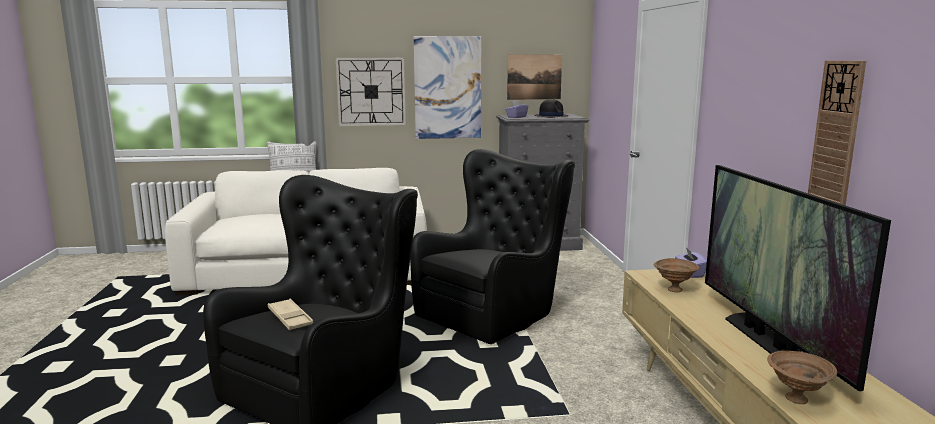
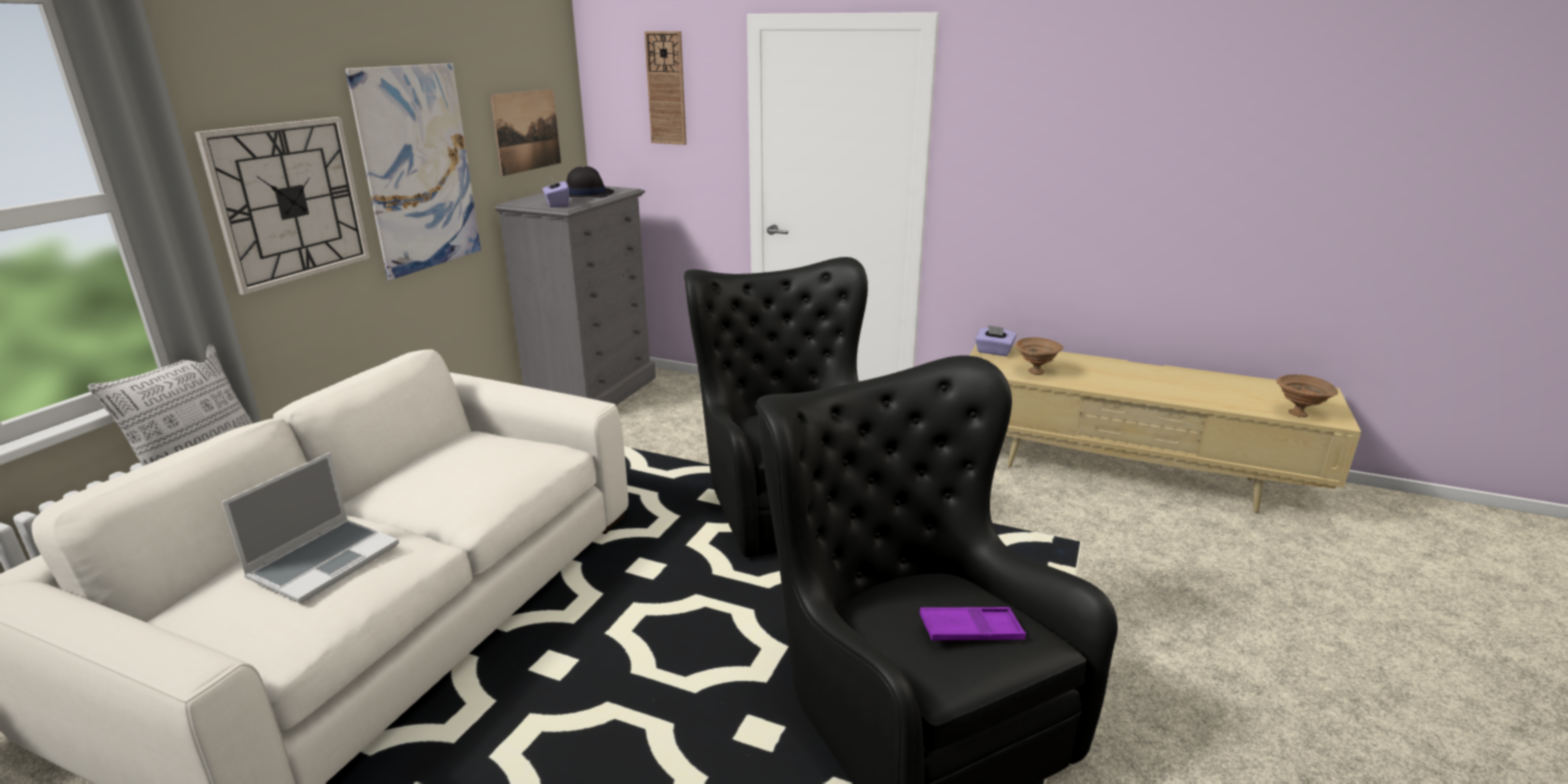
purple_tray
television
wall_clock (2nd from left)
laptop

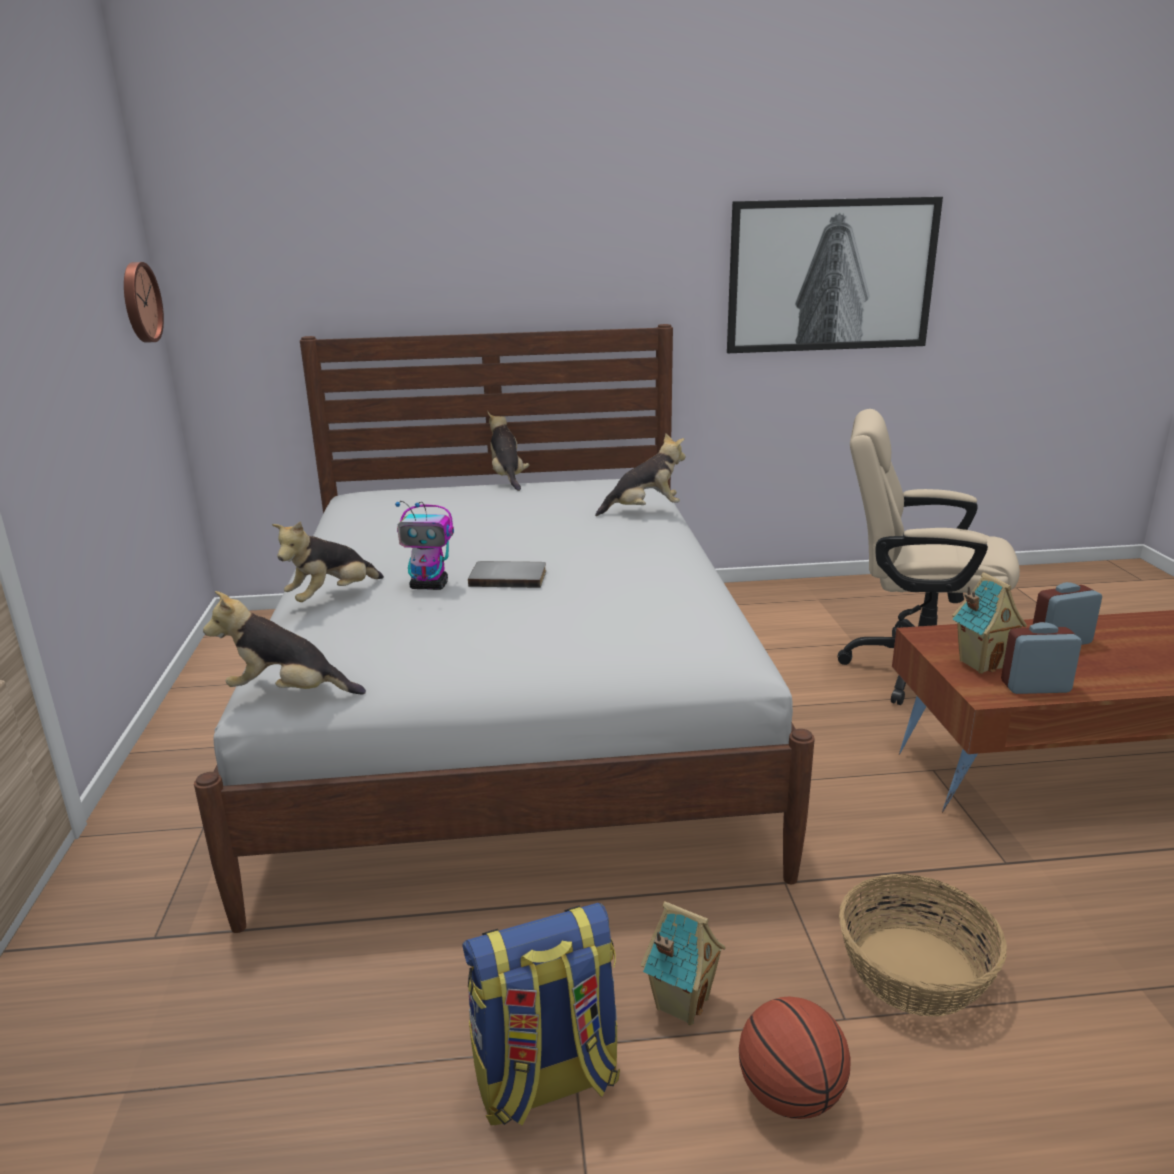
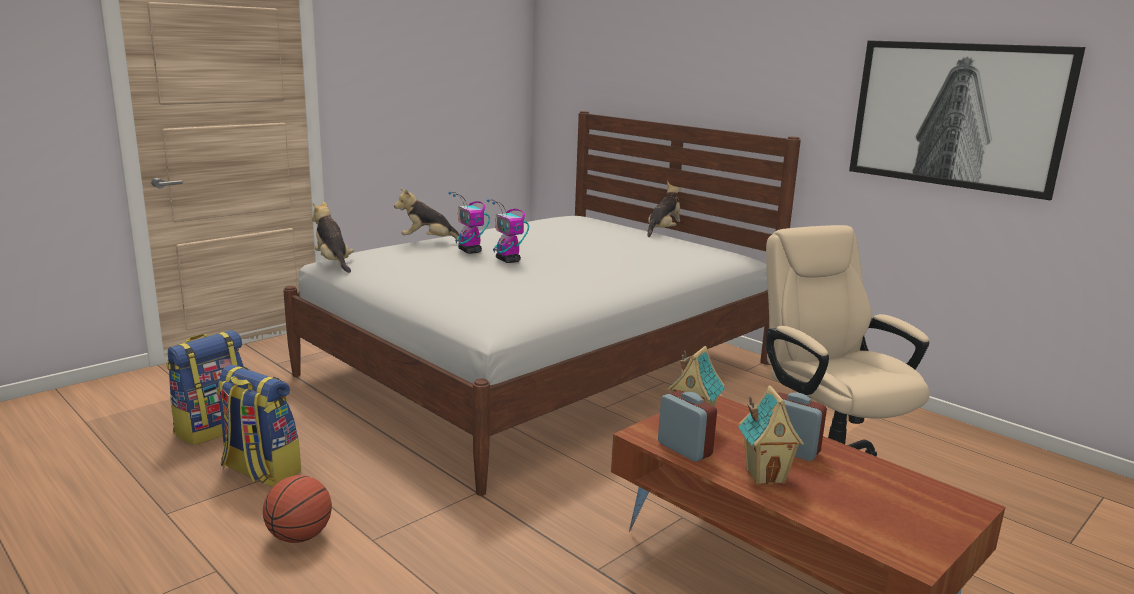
wall_clock
toy_robot (2nd from left)
plush_toy (4th from left in the first image)
toy_house (2nd from left)
basket
backpack (1st from left)

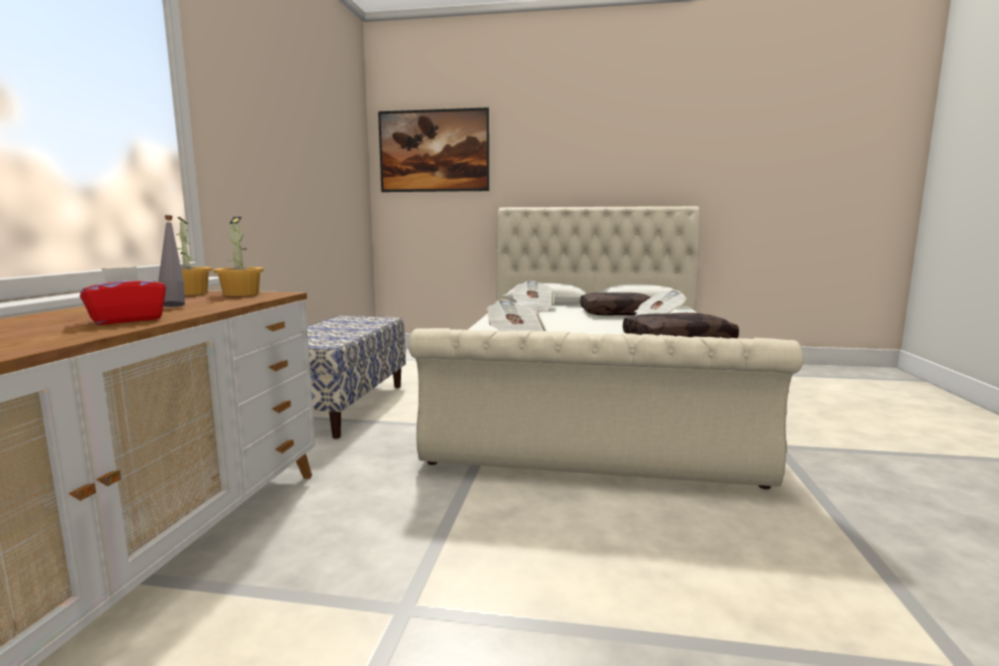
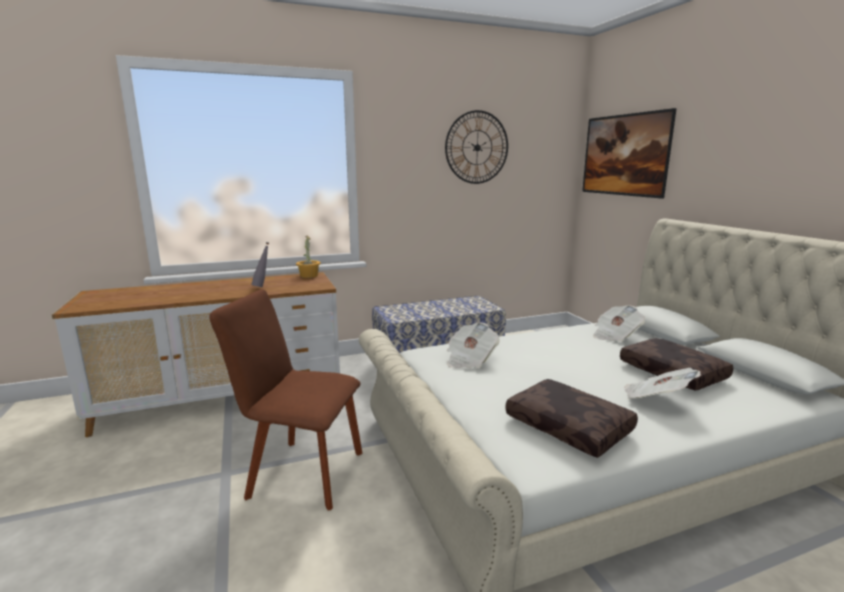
red_tissue_box
potted_plant (2nd from left in the first image)
brown_chair
wall_clock

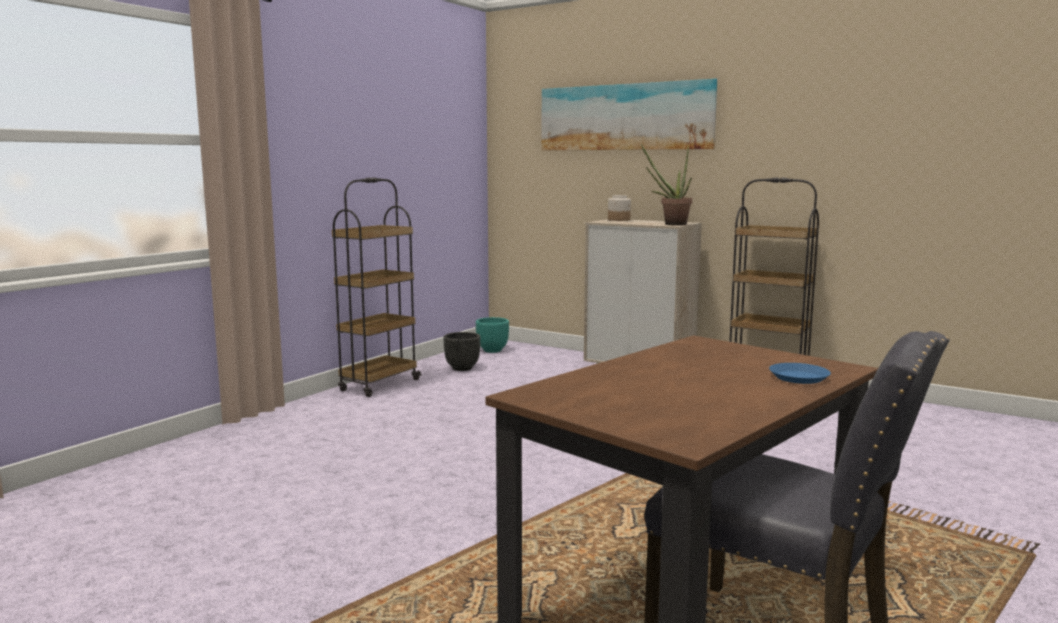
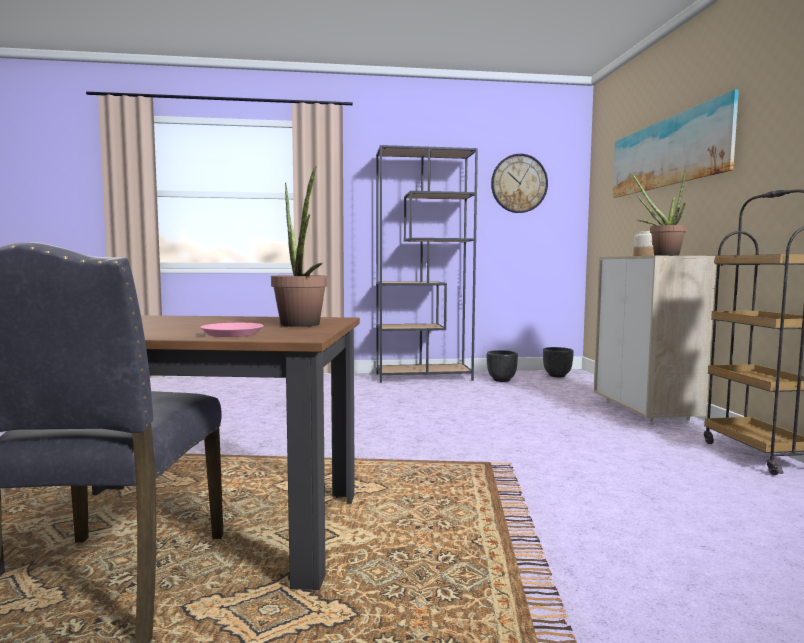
bookcase
black_planter (2nd from left)
pink_plate
potted_plant (1st from left)
wall_clock

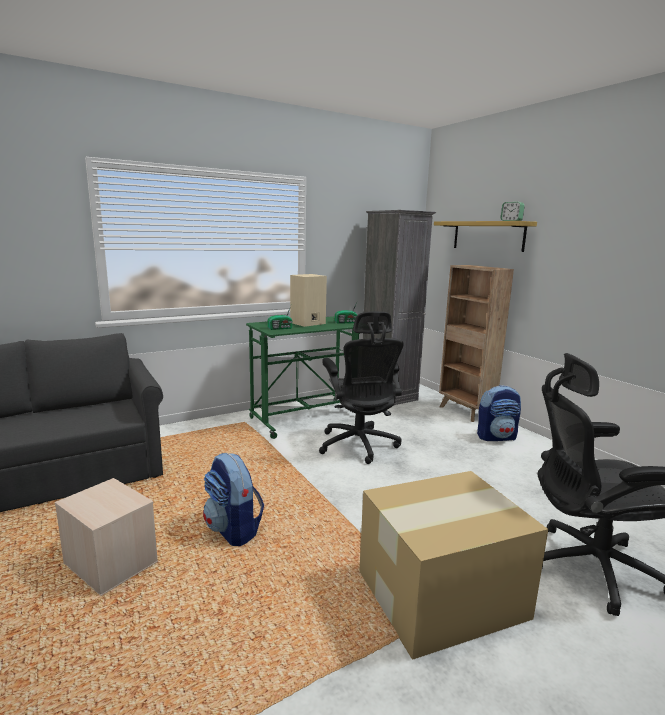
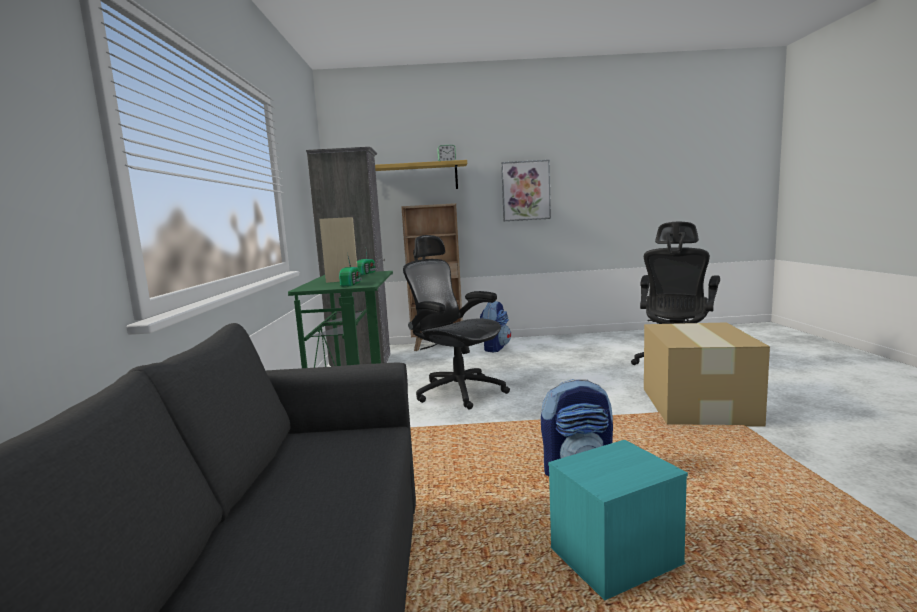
turquoise_storage_box
office_chair (1st from left)
picture

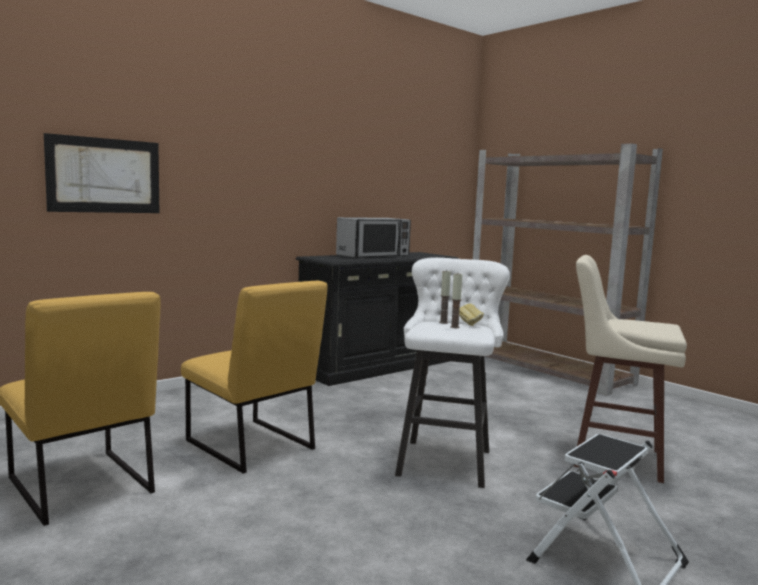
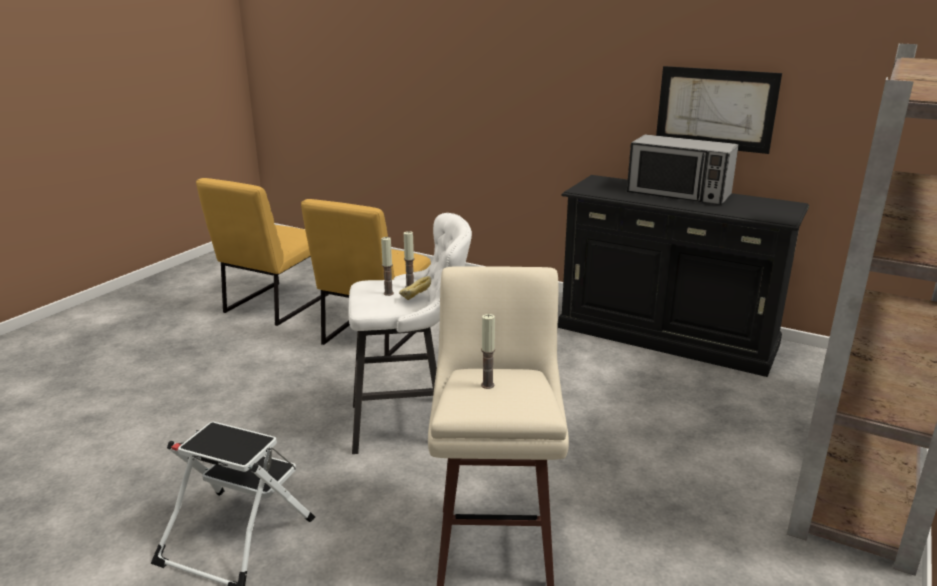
picture
candle (3rd from left)

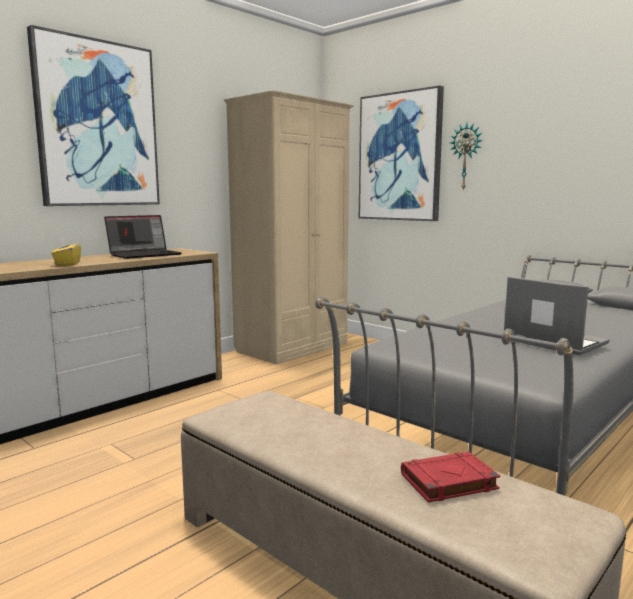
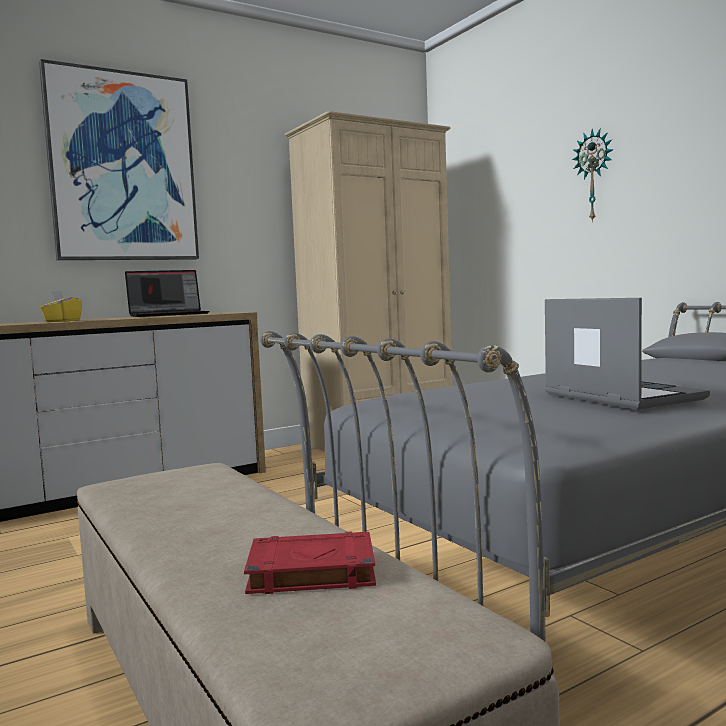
picture (2nd from left in the first image)

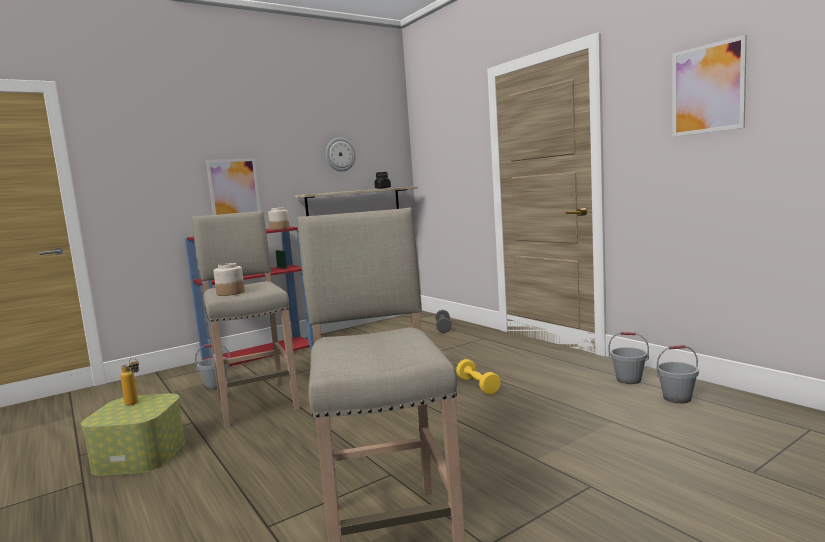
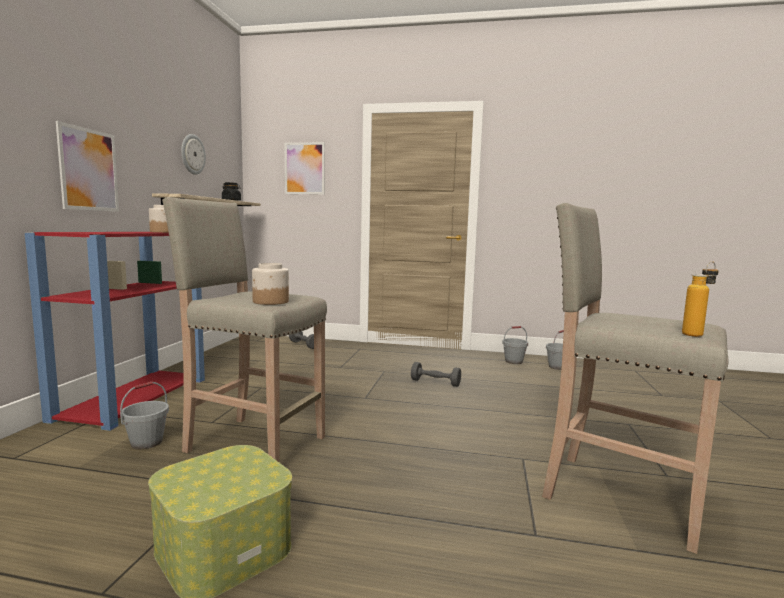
bottle
grey_dumbbell (2nd from left)
picture (2nd from left)

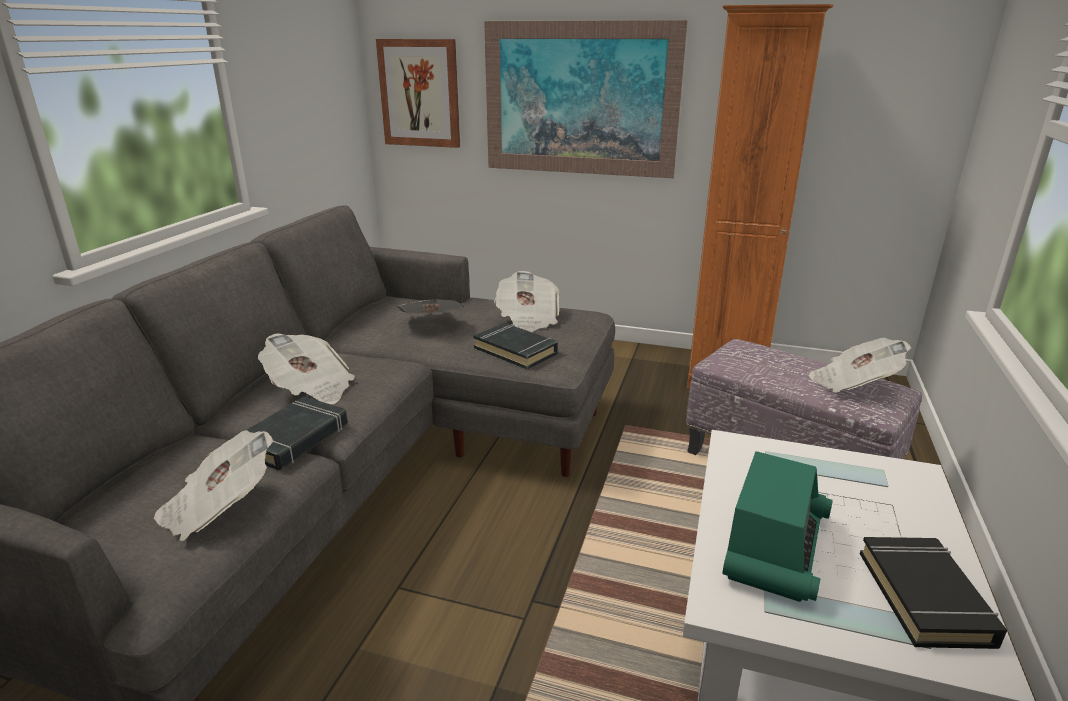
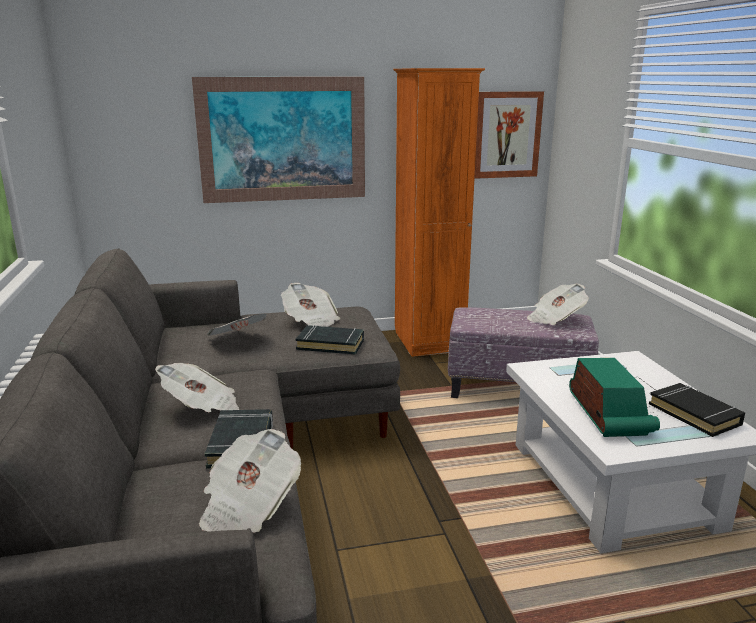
picture (2nd from left)

